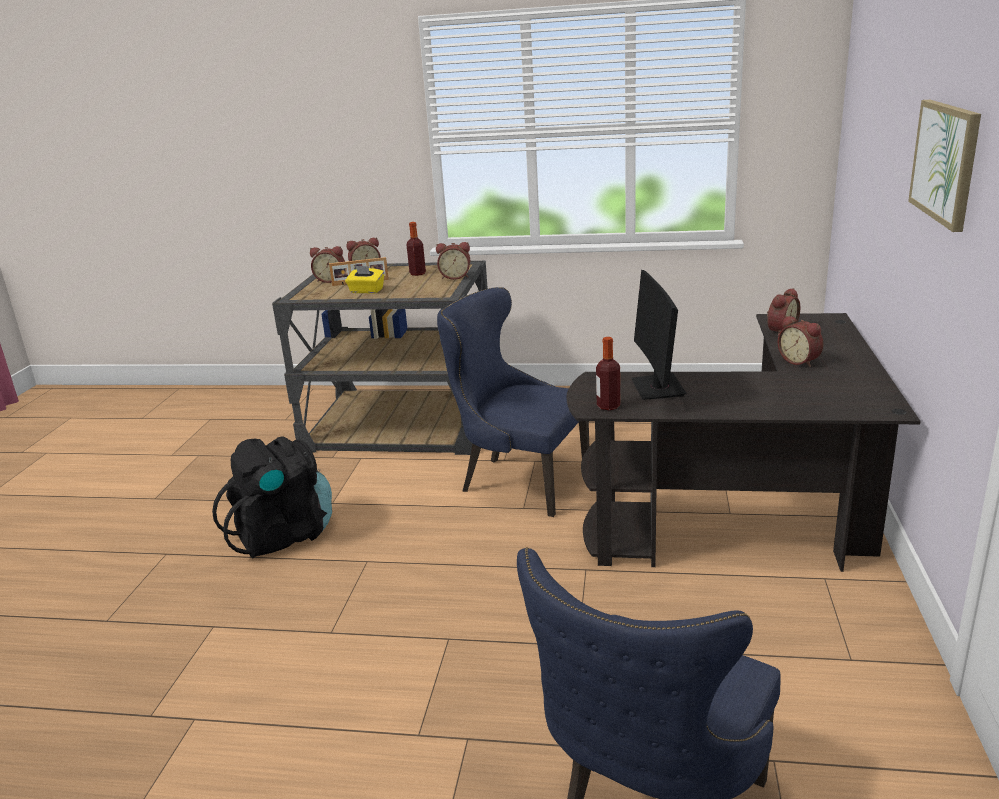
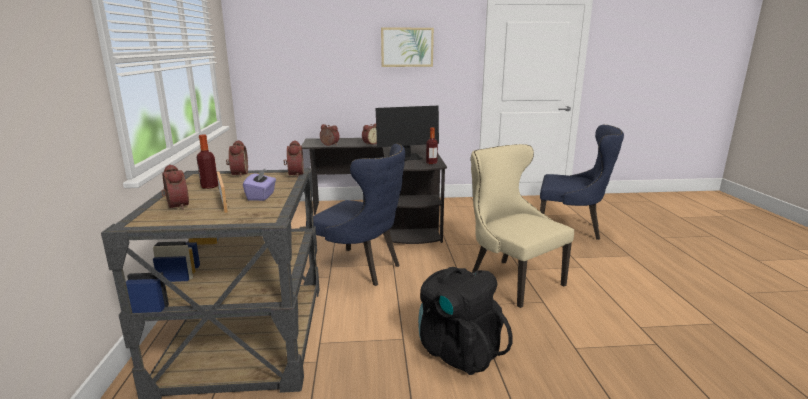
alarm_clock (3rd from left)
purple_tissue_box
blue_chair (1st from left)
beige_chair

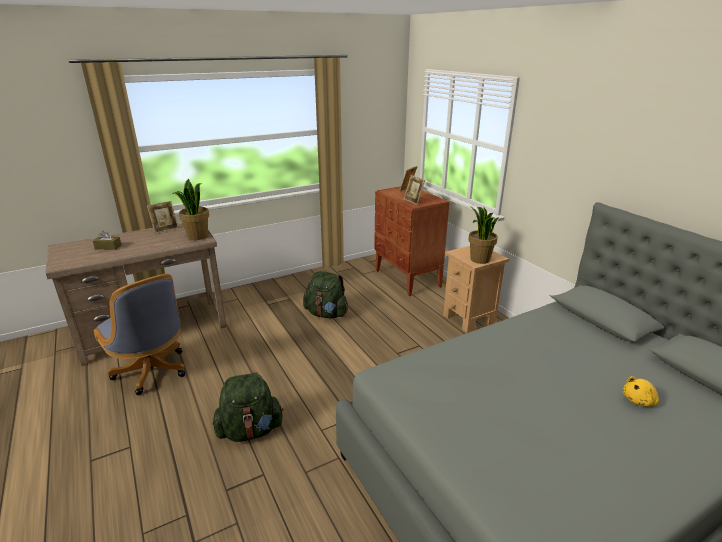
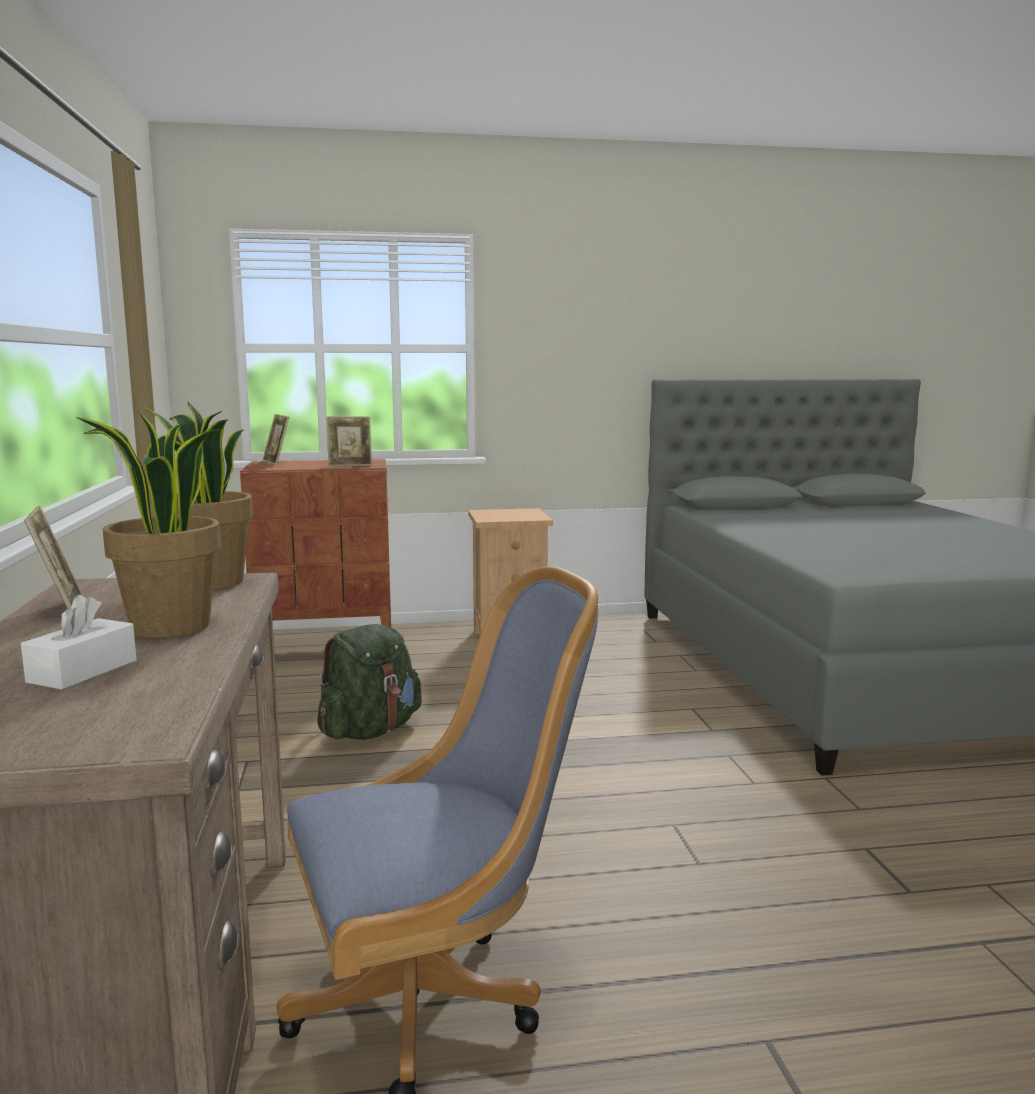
white_tissue_box
green_backpack (1st from left in the first image)
potted_plant (1st from left)
yellow_plush_toy

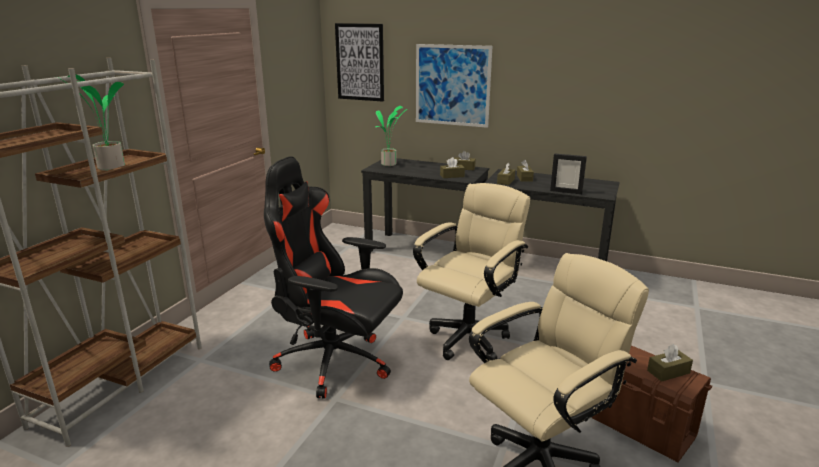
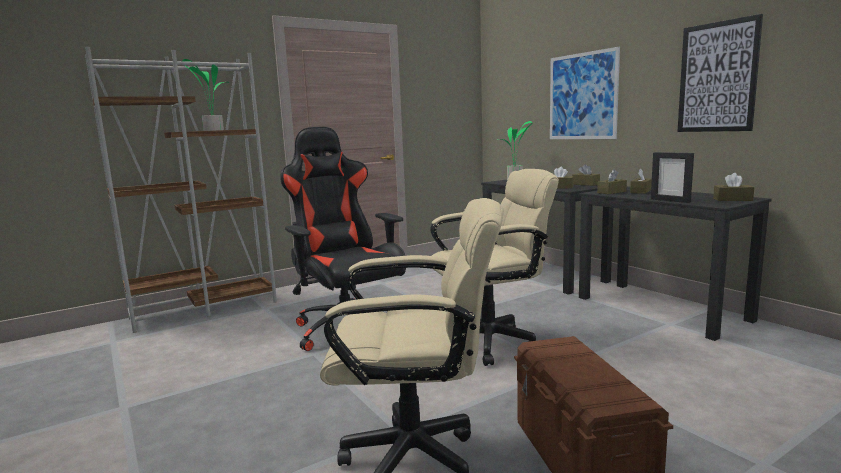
picture (2nd from left)
brown_tissue_box (5th from left)

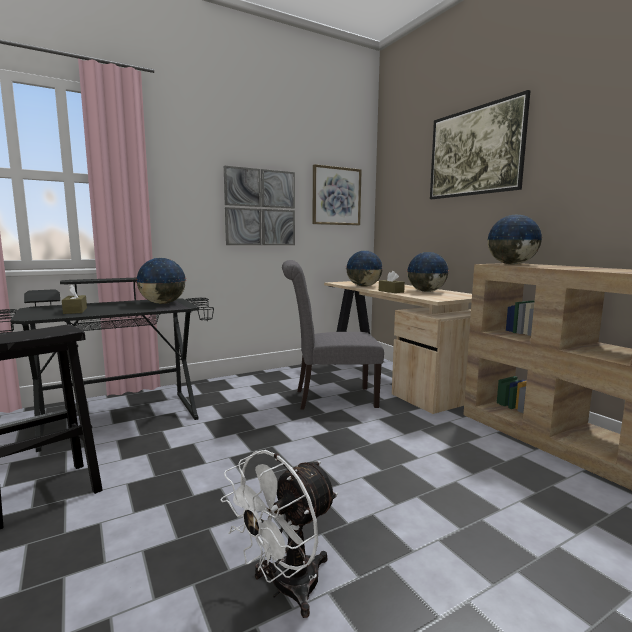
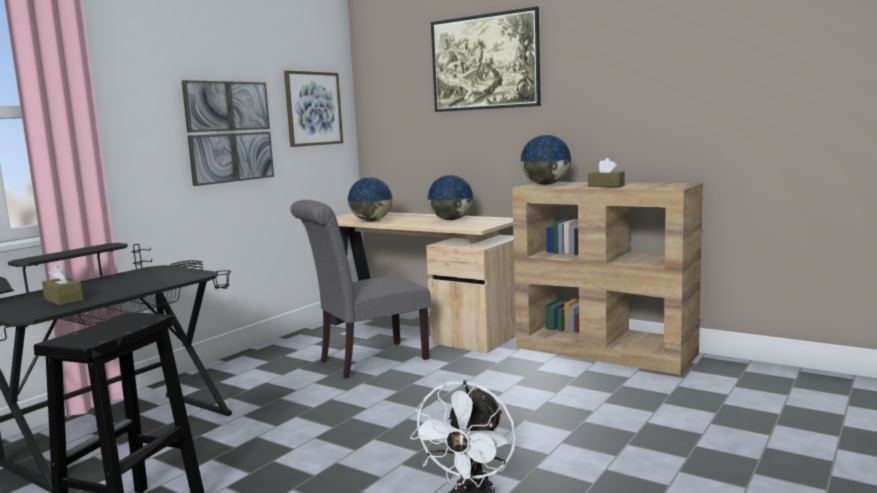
globe (1st from left in the first image)
brown_tissue_box (2nd from left)

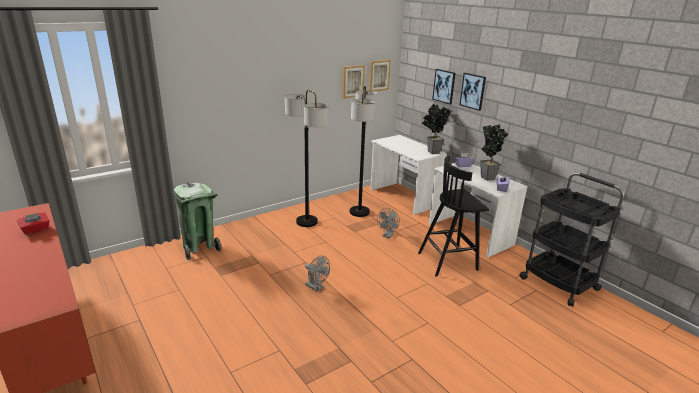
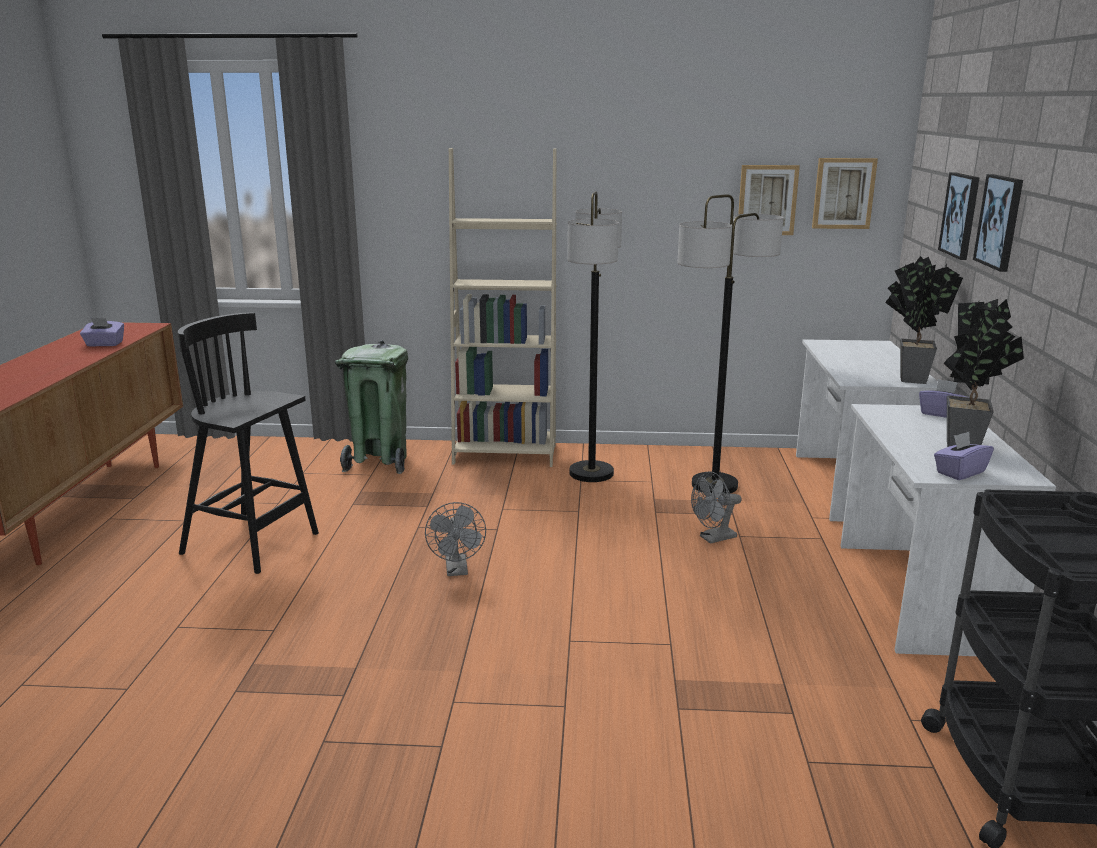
purple_tissue_box (1st from left)
black_stool
beige_bookcase

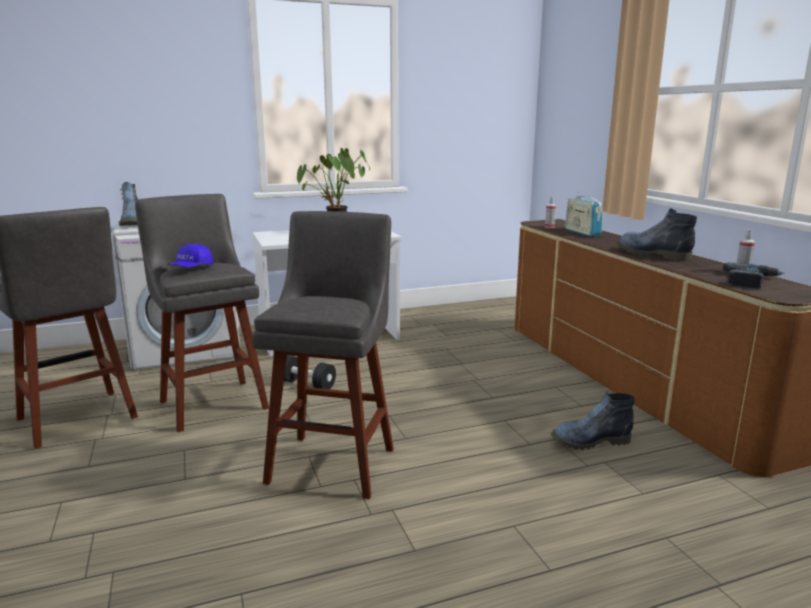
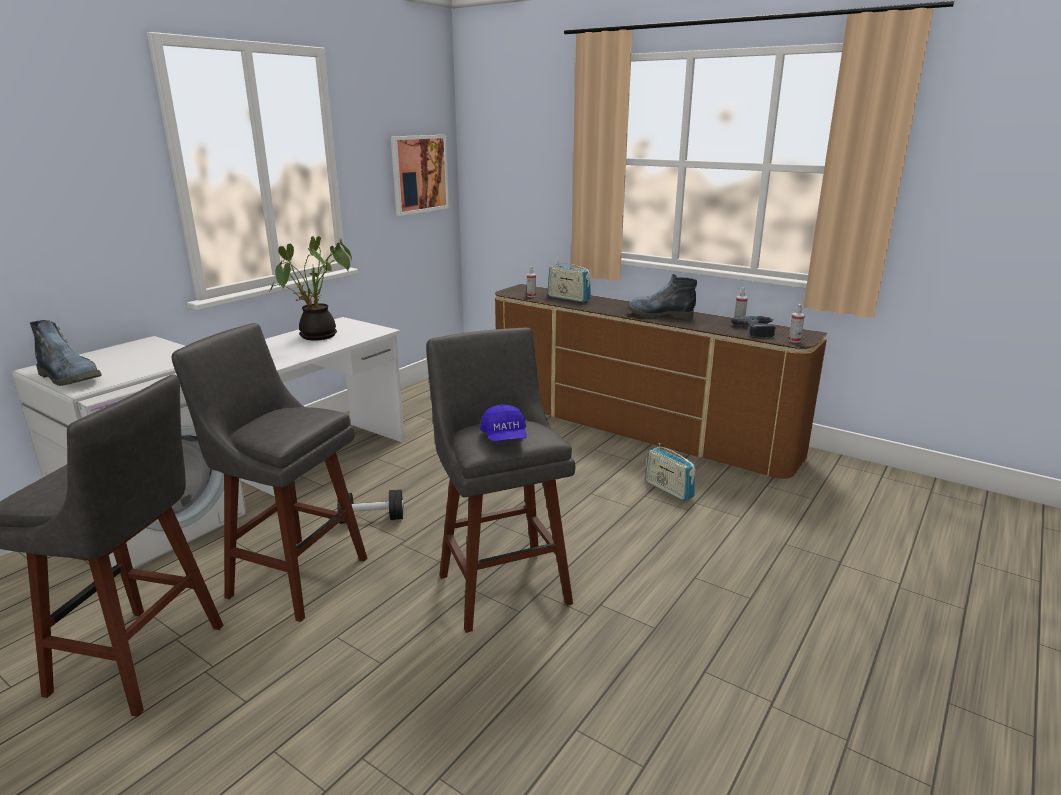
blue_cap
radio (2nd from left)
picture
spray_bottle (3rd from left)

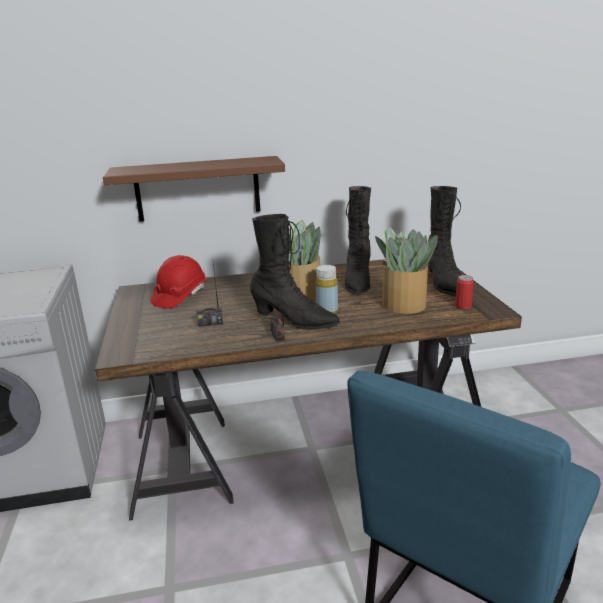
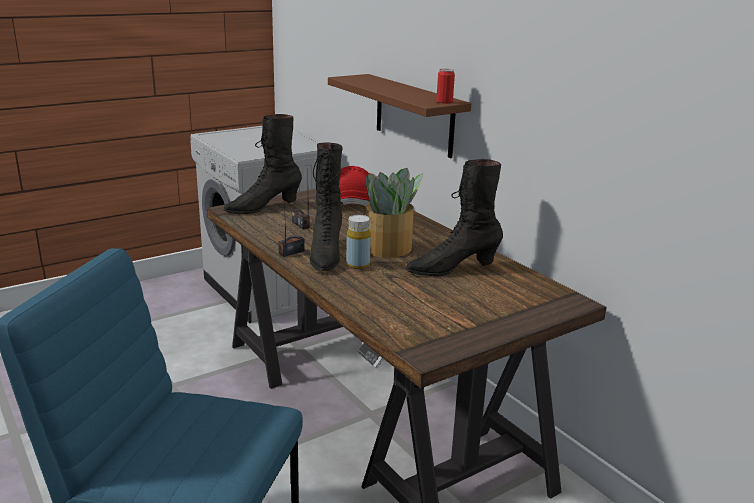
potted_plant (2nd from left in the first image)
black_boot (1st from left)
can

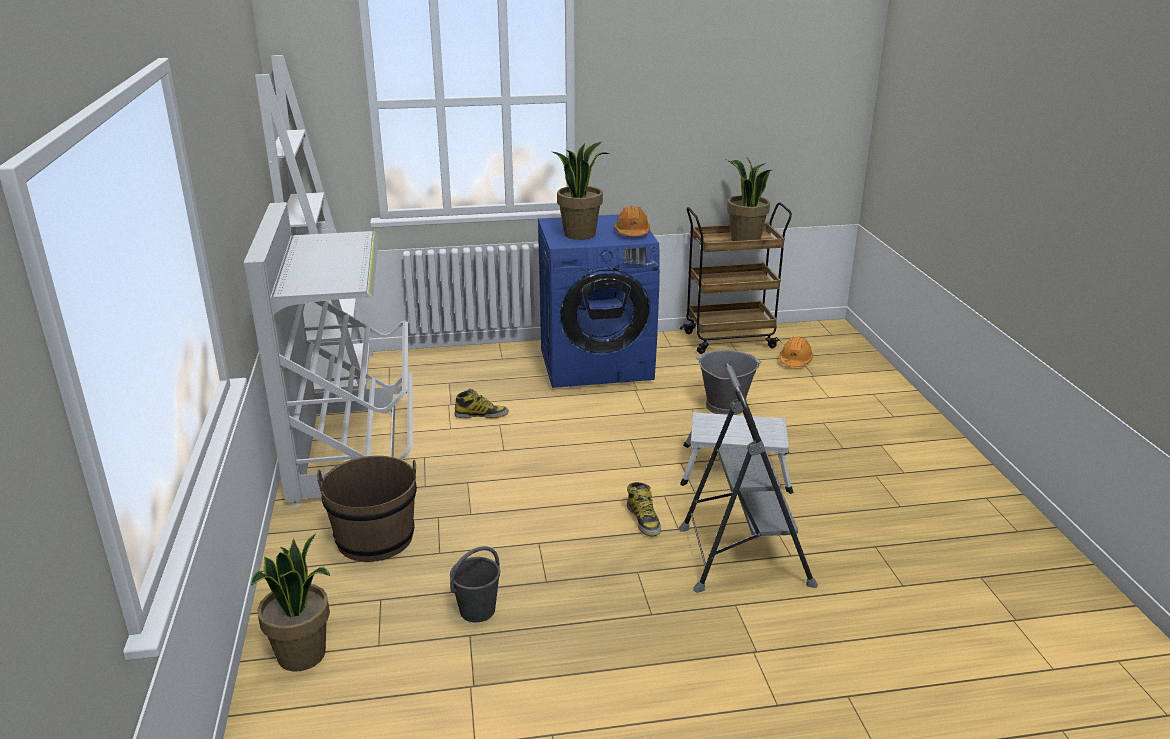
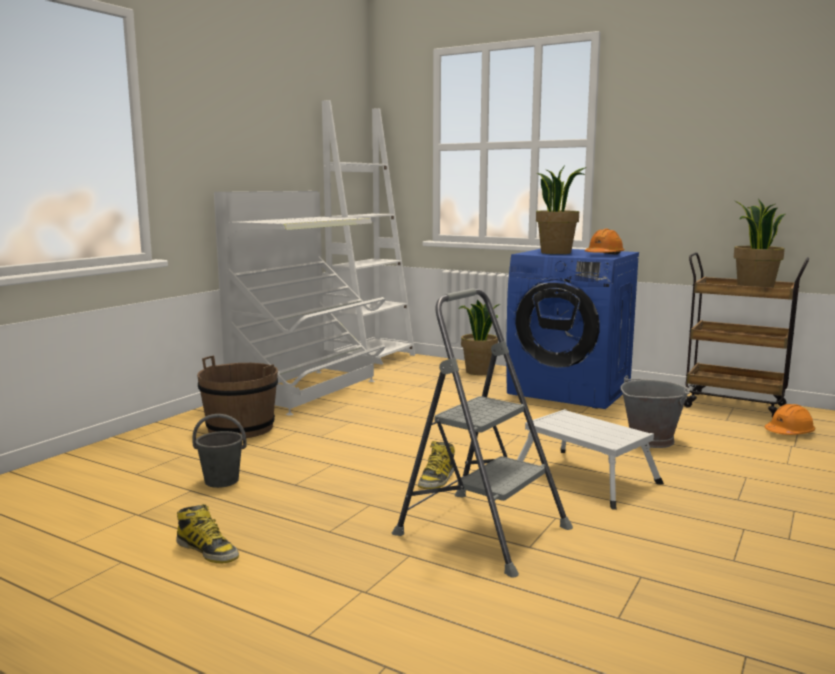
potted_plant (1st from left)
boot (1st from left)

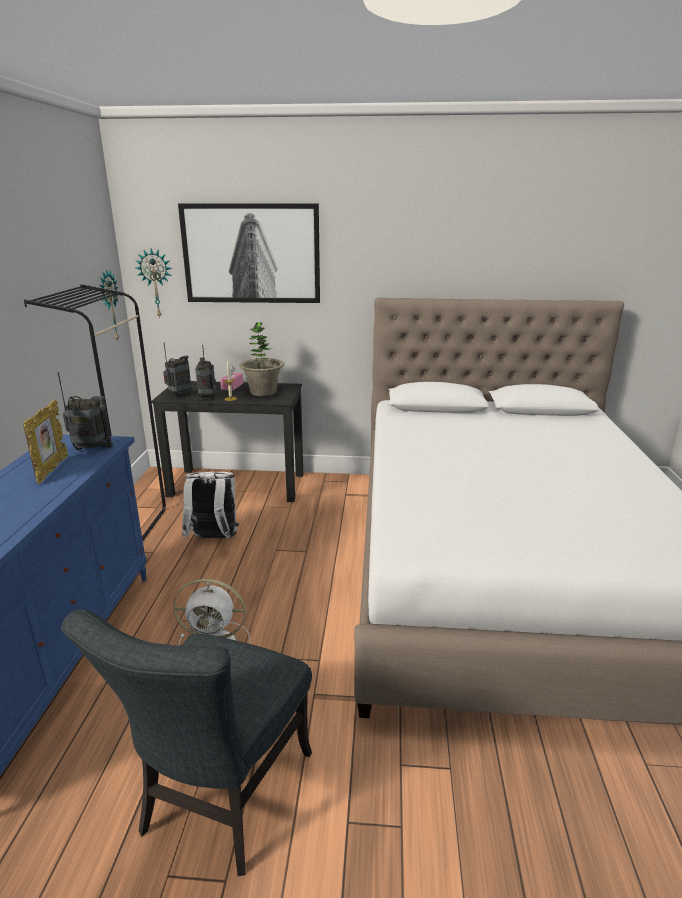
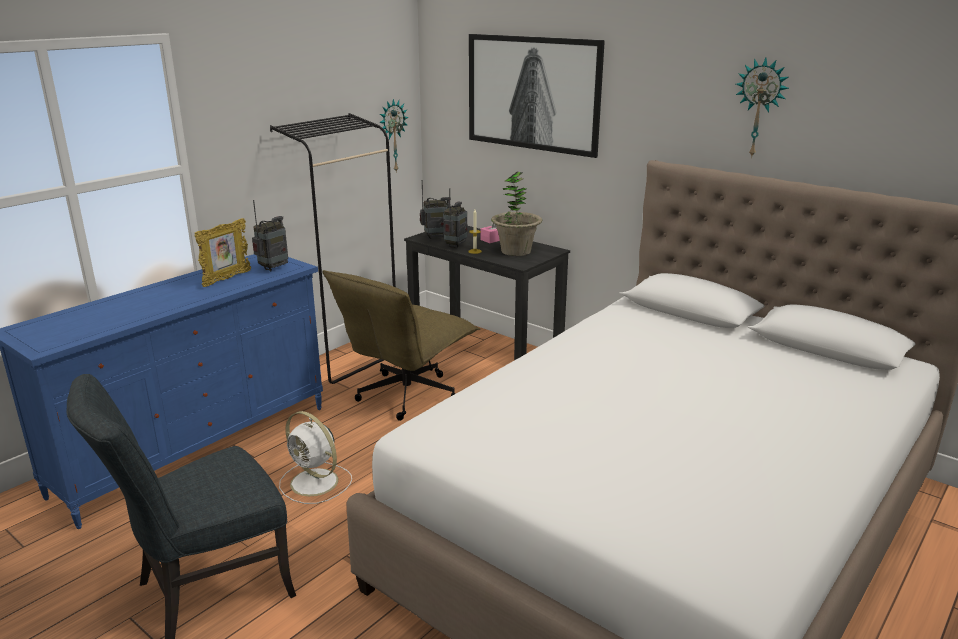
radio (1st from left)
wall_clock (2nd from left)
beige_office_chair

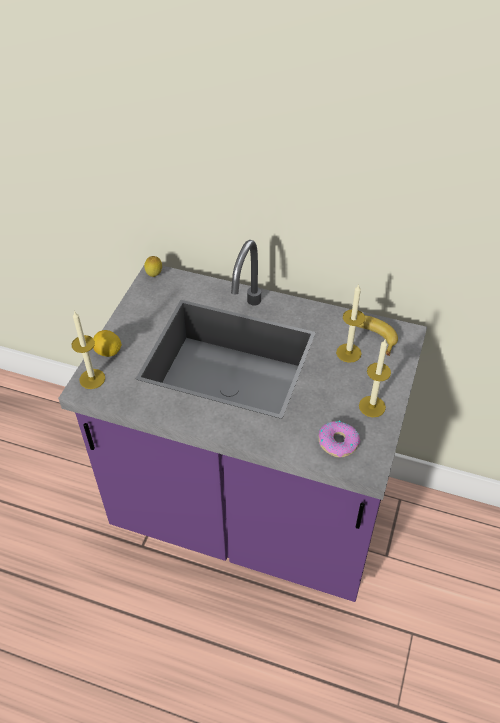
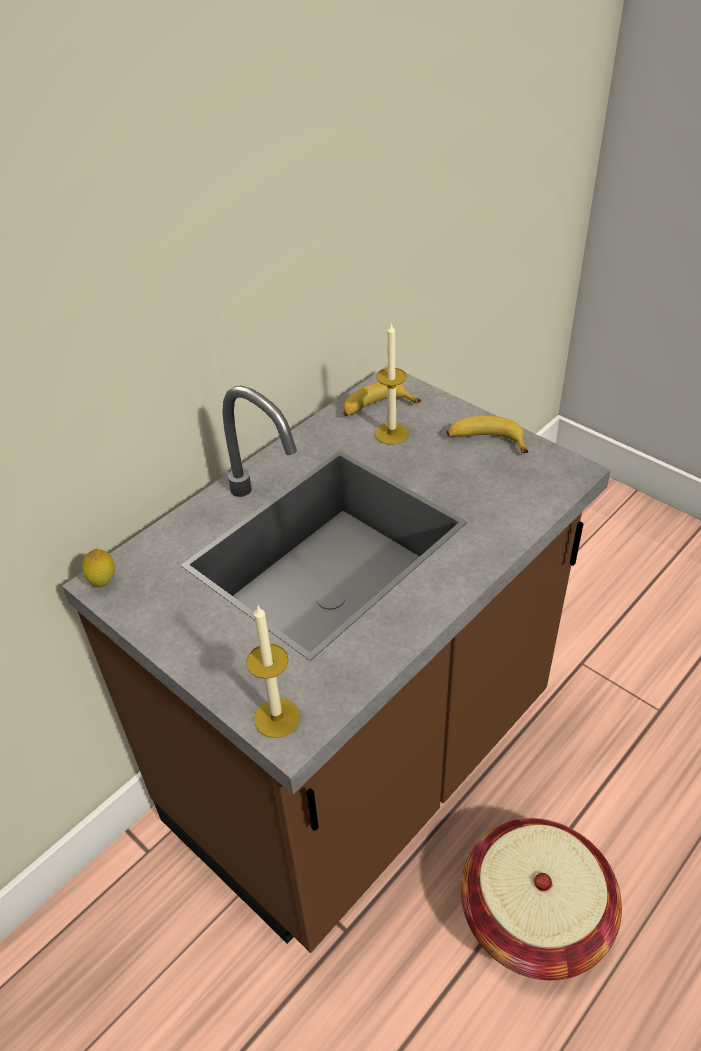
brown_counter
lemon (1st from left in the first image)
donut
banana (2nd from left)
basket

